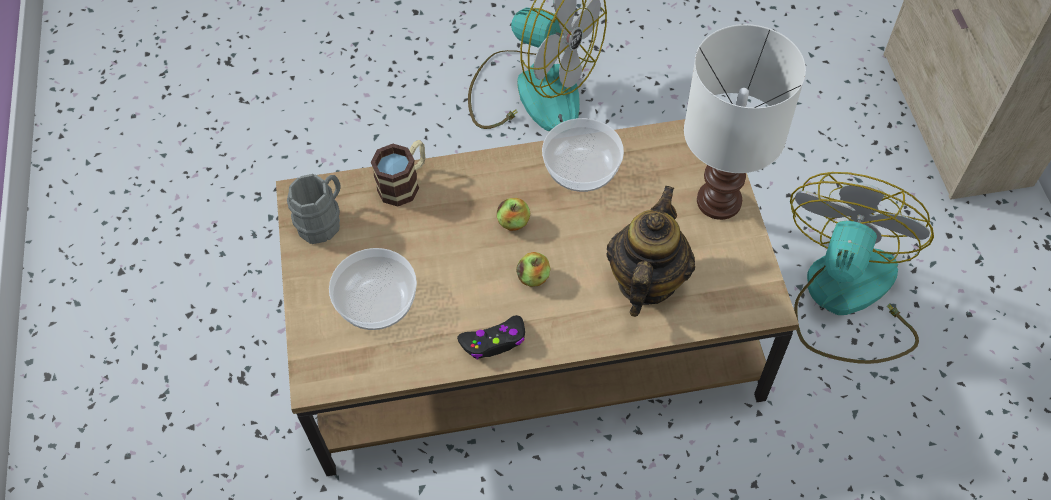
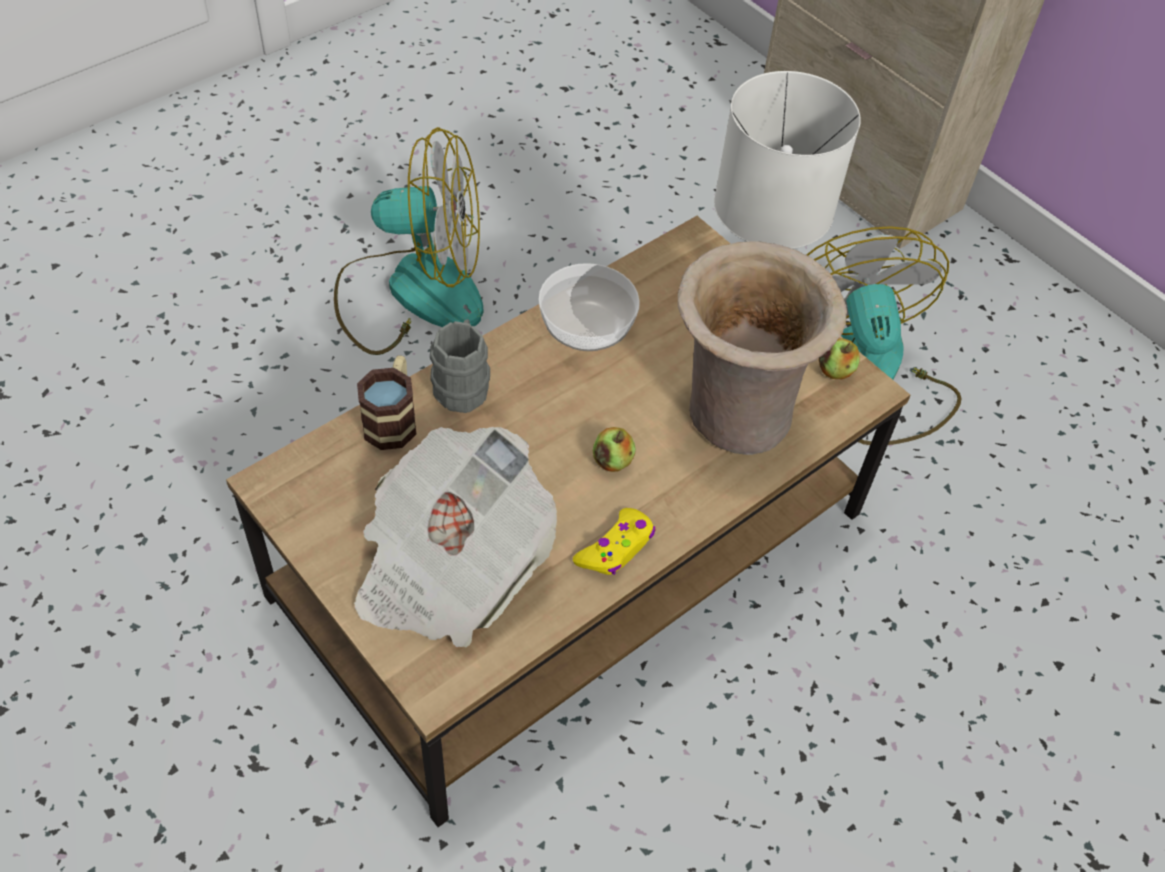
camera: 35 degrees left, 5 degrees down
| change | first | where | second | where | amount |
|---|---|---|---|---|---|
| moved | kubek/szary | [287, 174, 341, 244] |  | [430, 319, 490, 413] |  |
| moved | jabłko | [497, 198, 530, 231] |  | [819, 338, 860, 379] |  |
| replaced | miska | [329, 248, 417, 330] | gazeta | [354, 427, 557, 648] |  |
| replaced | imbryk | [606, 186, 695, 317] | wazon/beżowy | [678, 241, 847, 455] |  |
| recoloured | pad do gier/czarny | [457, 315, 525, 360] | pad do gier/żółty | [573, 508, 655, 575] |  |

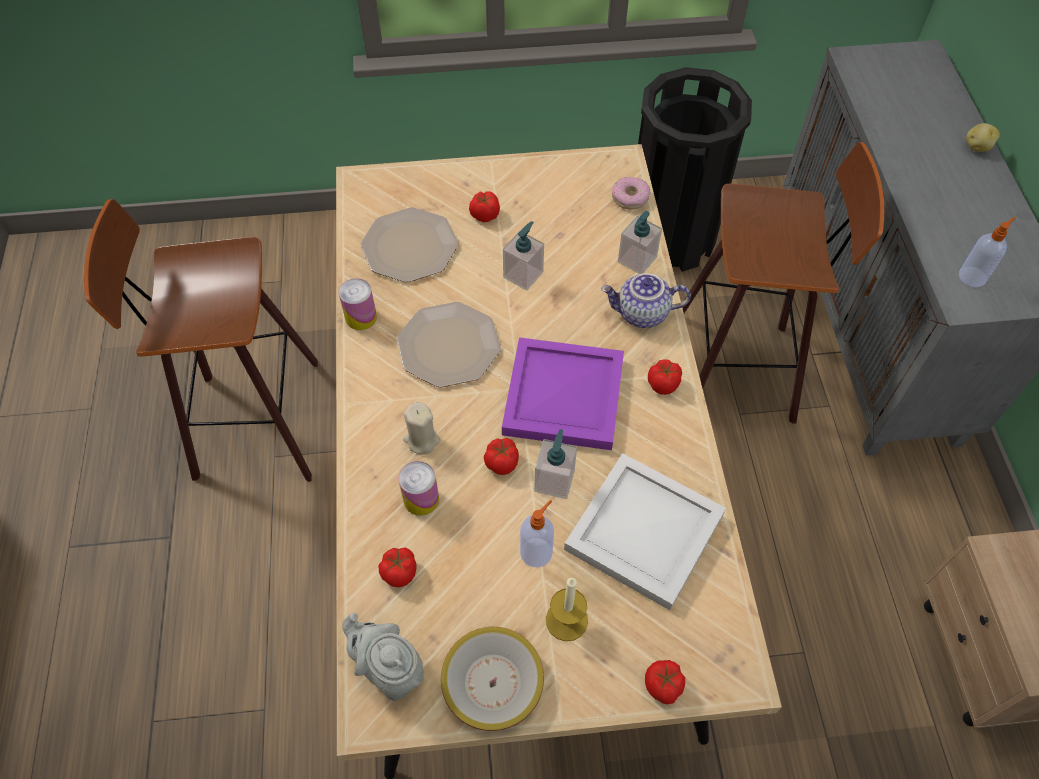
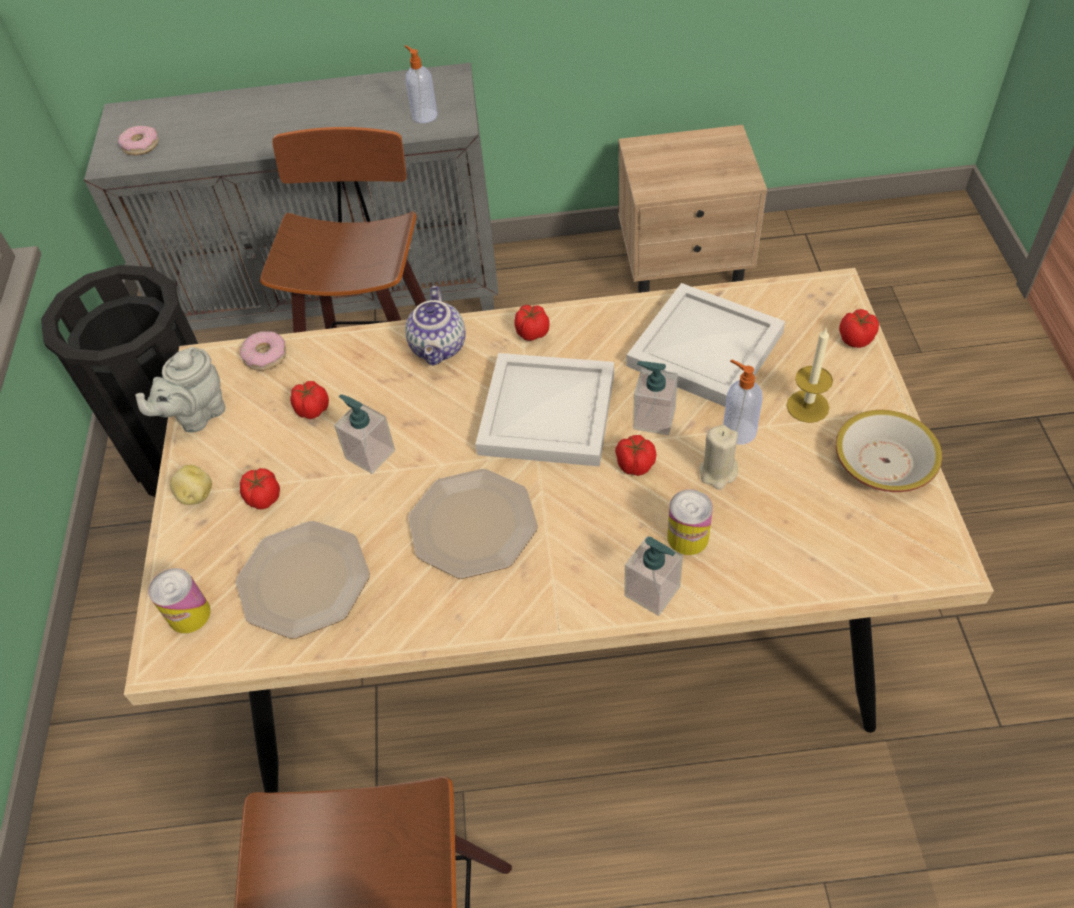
camera: 85 degrees left, 5 degrees down
| change | first | where | second | where | amount |
|---|---|---|---|---|---|
| added |  |  | donut | [118, 126, 159, 155] |  |
| moved | puszka | [339, 278, 377, 330] |  | [148, 568, 211, 633] |  |
| moved | imbryk/szary | [342, 613, 424, 701] |  | [135, 347, 225, 433] |  |
| moved | pomidor | [378, 548, 416, 587] |  | [290, 381, 329, 419] |  |
| moved | świeca/beżowy | [403, 402, 440, 455] |  | [699, 425, 738, 490] |  |
| moved | dozownik mydła | [618, 211, 662, 274] |  | [625, 536, 683, 616] |  |
| moved | ziemniak | [966, 123, 1000, 152] |  | [170, 465, 212, 505] |  |
| recoloured | taca/fioletowy | [502, 337, 624, 450] | taca/biały | [475, 353, 614, 467] |  |

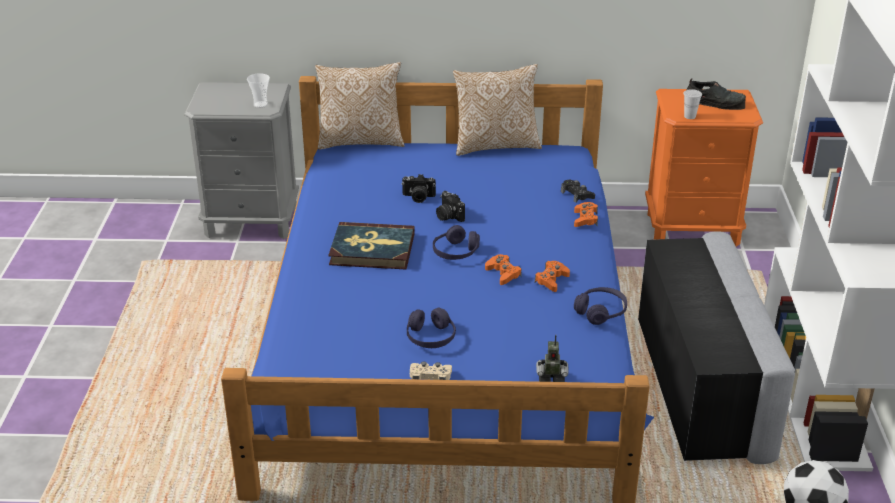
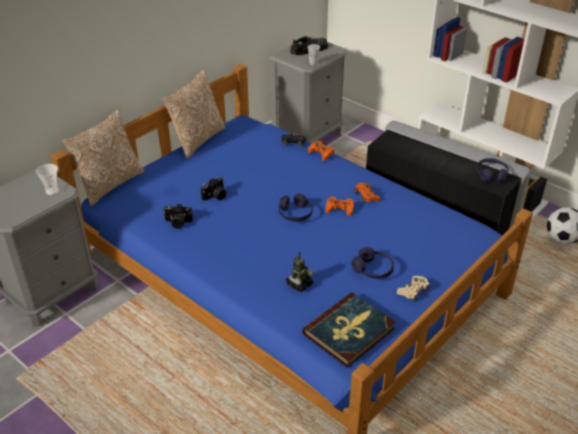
camera: 50 degrees left, 5 degrees up
| change | first | where | second | where | amount |
|---|---|---|---|---|---|
| moved | książka | [328, 222, 415, 269] |  | [303, 292, 396, 368] |  |
| moved | aparat fotograficzny | [436, 191, 465, 222] |  | [163, 204, 193, 229] |  |
| moved | robot zabawkowy | [536, 335, 569, 382] |  | [286, 252, 314, 292] |  |
| moved | słuchawki/fioletowy | [574, 287, 627, 325] |  | [476, 158, 509, 183] |  |
| recoloured | szafka nocna/pomarańczowy | [645, 89, 763, 247] | szafka nocna/szary | [269, 36, 347, 143] |  |

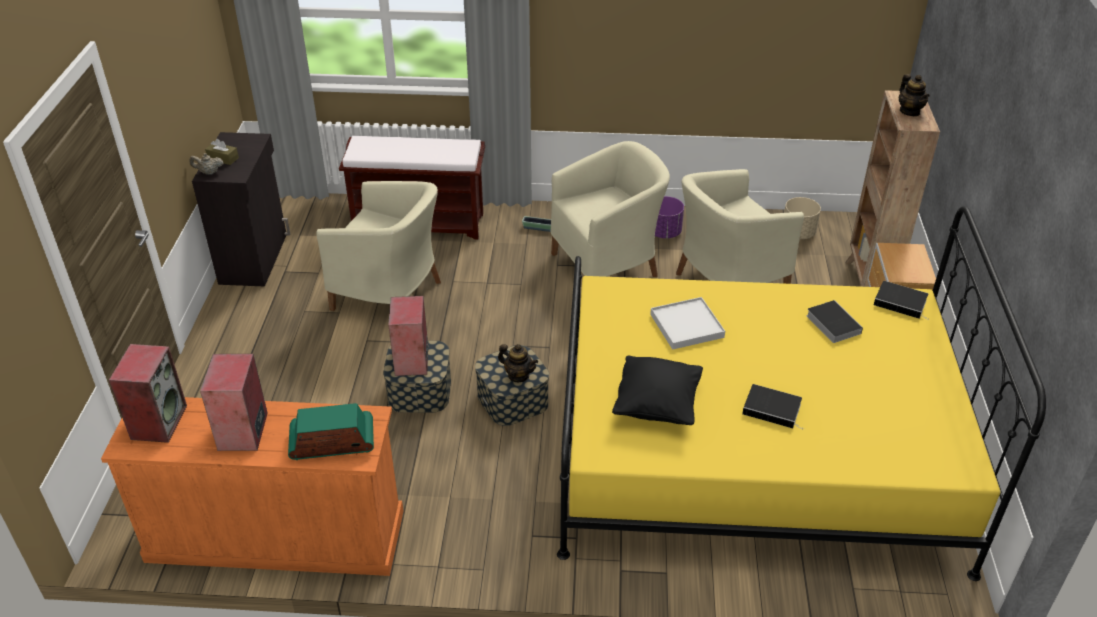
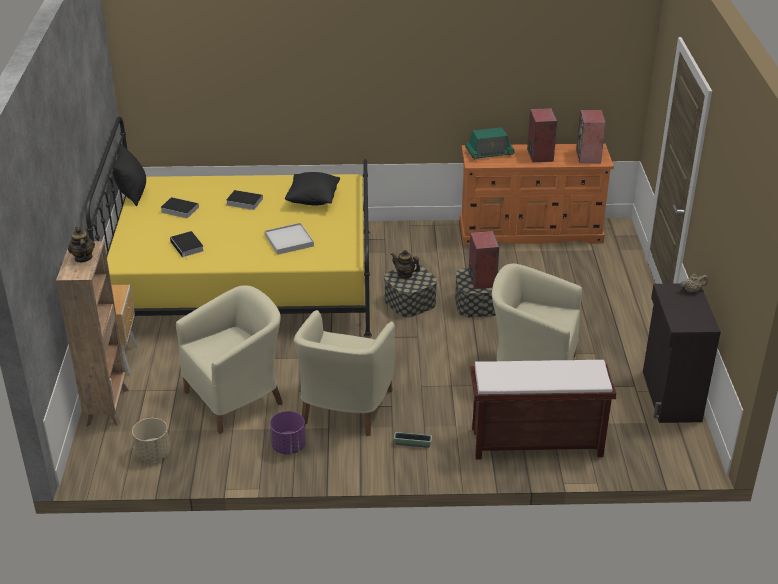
camera: 175 degrees right, 5 degrees down
| change | first | where | second | where | amount |
|---|---|---|---|---|---|
| removed | pudełko chusteczek/brązowy | [205, 139, 239, 165] |  |  |  |
| added |  |  | poduszka/czarny | [113, 144, 146, 206] |  |
| moved | książka | [874, 281, 930, 320] |  | [160, 197, 199, 218] |  |
| turned | fotel/beżowy | [550, 141, 670, 277] |  | [294, 310, 395, 436] | 45 degrees counterclockwise |

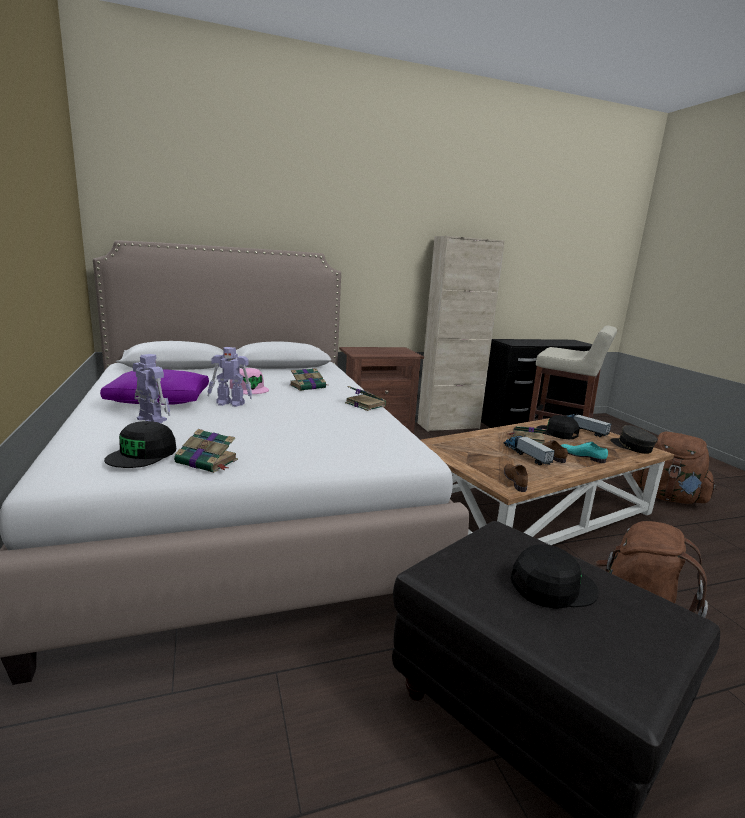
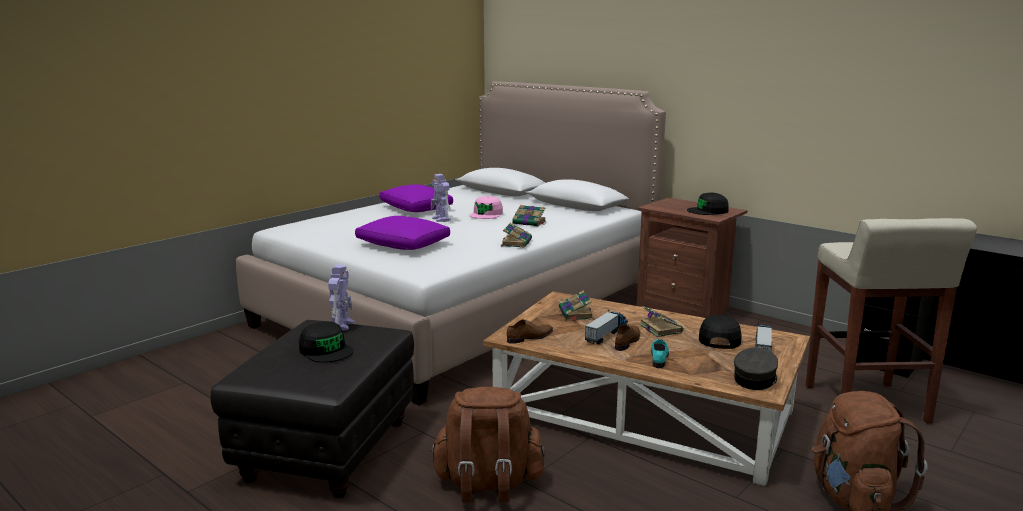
camera: 60 degrees right, 0 degrees up
| change | first | where | second | where | amount |
|---|---|---|---|---|---|
| removed | szafka/beżowy | [418, 236, 505, 432] |  |  |  |
| added |  |  | poduszka/fioletowy | [355, 216, 450, 250] |  |
| moved | czapka z daszkiem/czarny | [104, 421, 176, 468] |  | [687, 193, 729, 215] |  |
| moved | robot zabawkowy | [133, 354, 170, 423] |  | [328, 264, 354, 330] |  |
| moved | książka | [174, 429, 238, 473] |  | [559, 290, 594, 321] |  |

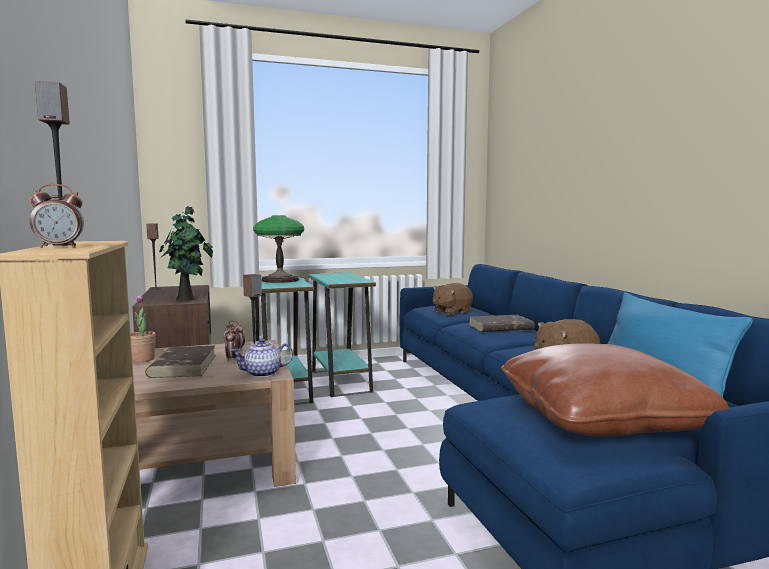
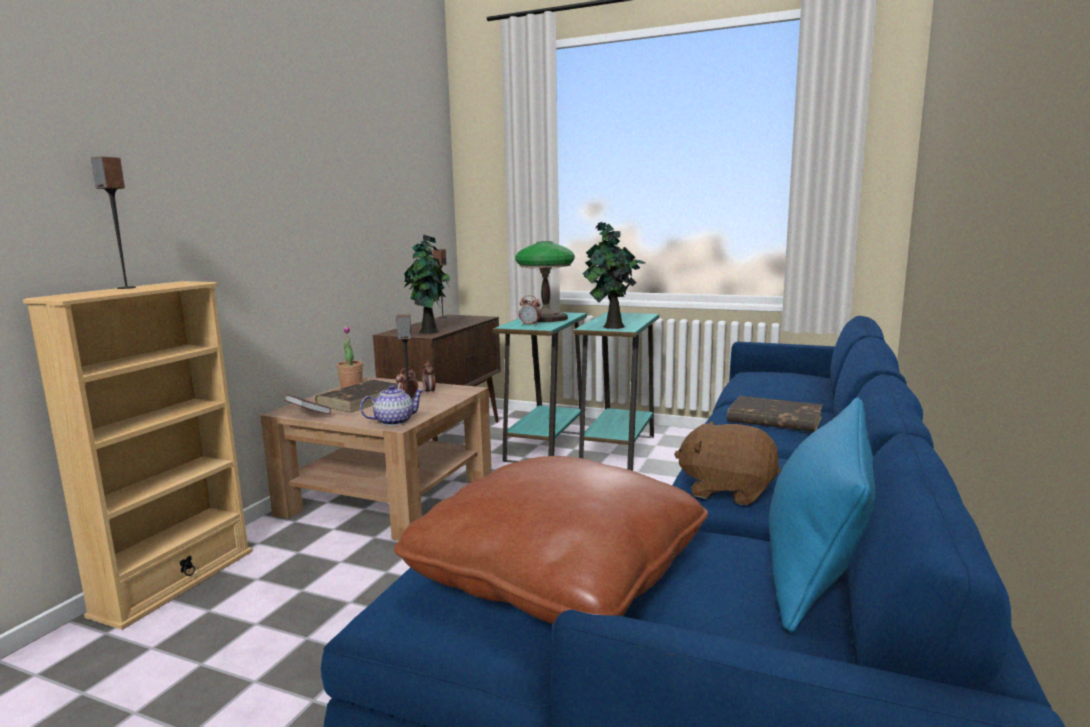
camera: 40 degrees right, 5 degrees up
| change | first | where | second | where | amount |
|---|---|---|---|---|---|
| removed | pluszak/brązowy | [433, 283, 473, 315] |  |  |  |
| added |  |  | książka | [284, 395, 331, 414] |  |
| added |  |  | roślina doniczkowa | [583, 222, 646, 329] |  |
| moved | budzik | [30, 184, 84, 248] |  | [519, 295, 541, 326] |  |
| turned | imbryk | [230, 338, 293, 378] |  | [360, 385, 424, 426] | 135 degrees clockwise |

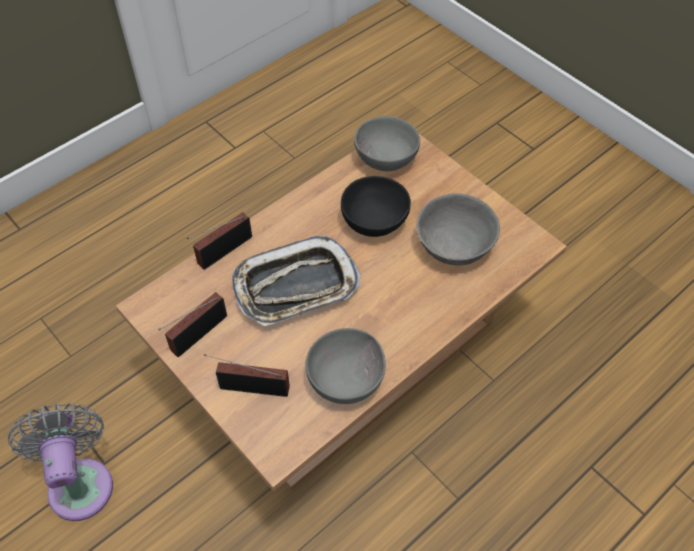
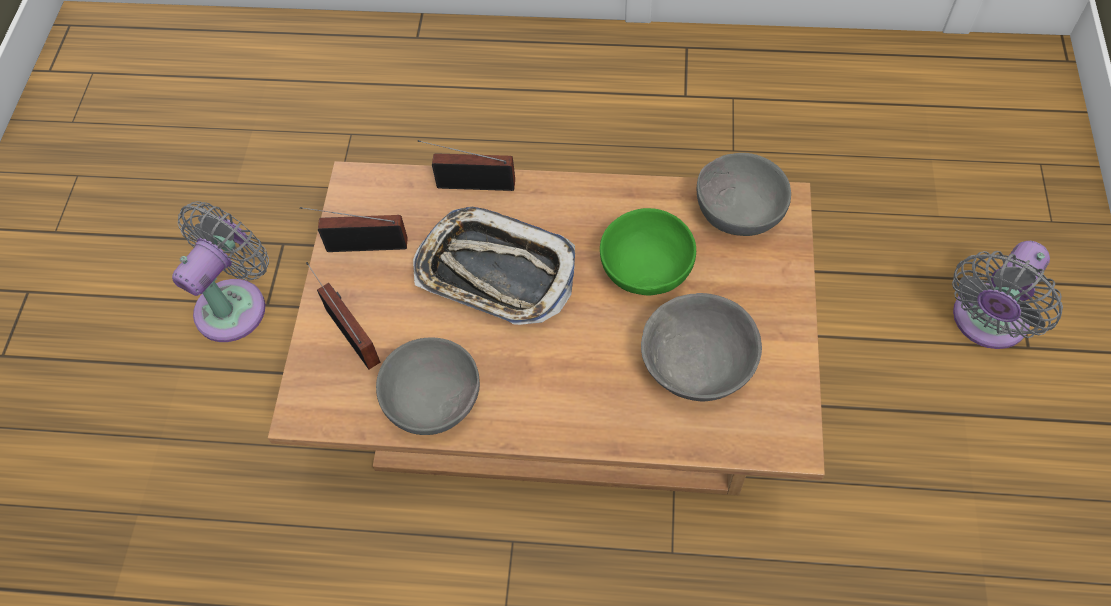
camera: 50 degrees right, 5 degrees up
| change | first | where | second | where | amount |
|---|---|---|---|---|---|
| added |  |  | wentylator/szary | [952, 241, 1063, 349] |  |
| recoloured | miska/czarny | [341, 176, 411, 237] | miska/zielony | [600, 208, 696, 296] |  |

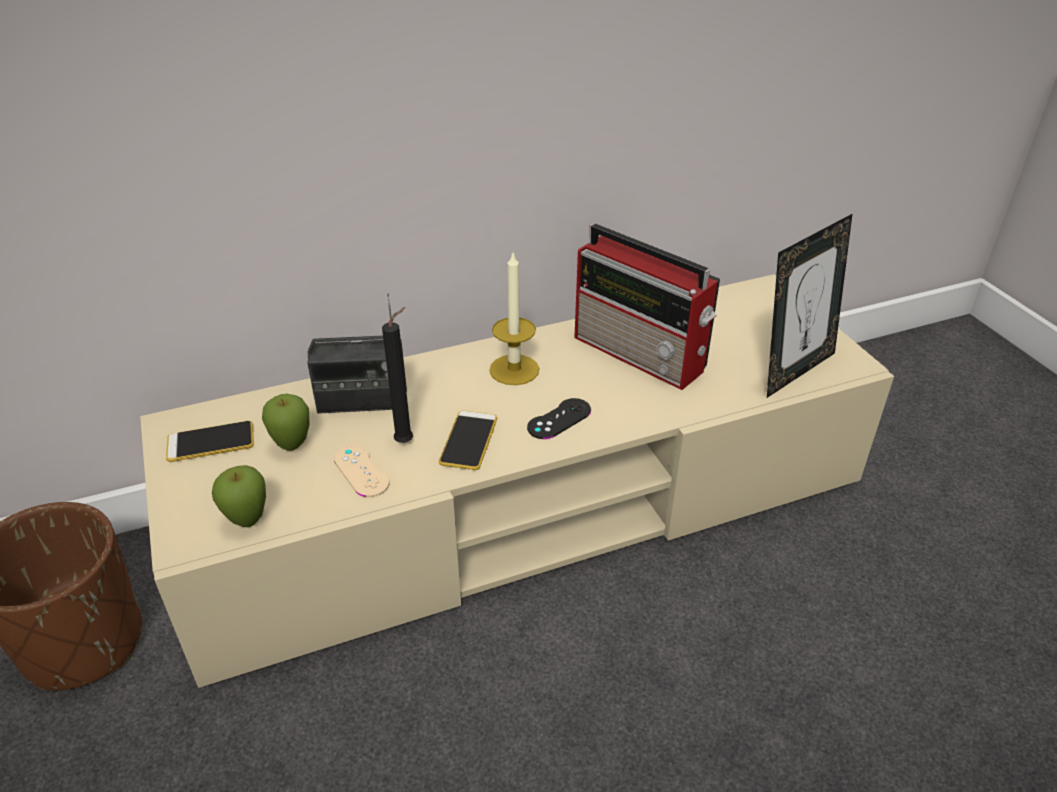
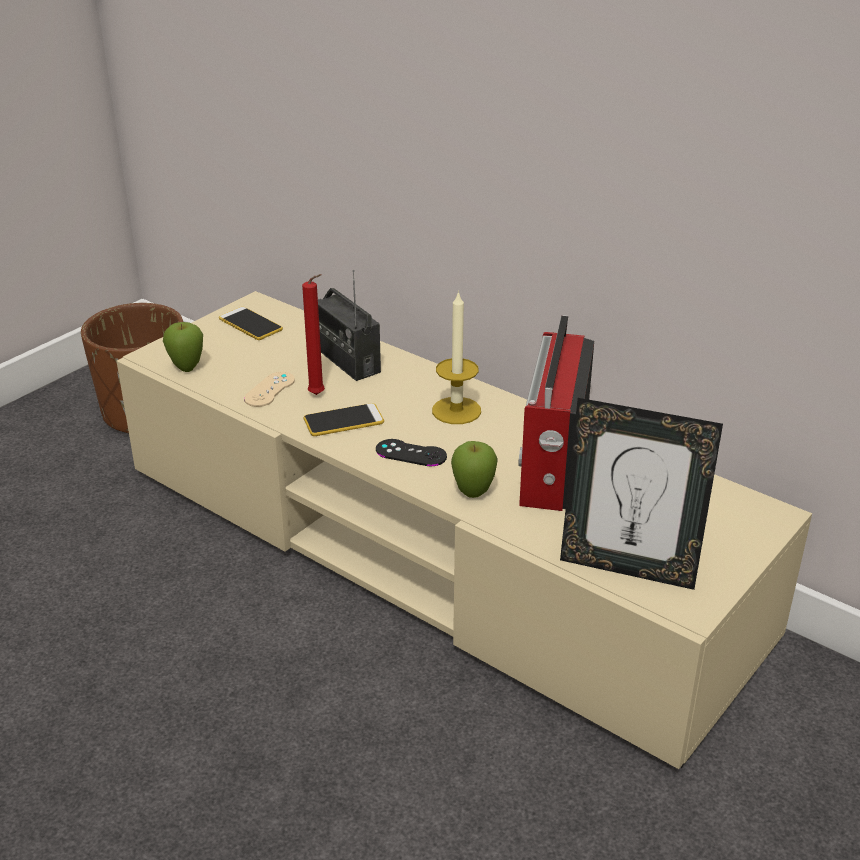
camera: 60 degrees right, 5 degrees down
| change | first | where | second | where | amount |
|---|---|---|---|---|---|
| moved | jabłko | [262, 394, 309, 451] |  | [451, 441, 498, 498] |  |
| recoloured | świeca/czarny | [382, 307, 413, 443] | świeca/czerwony | [302, 274, 325, 395] |  |

